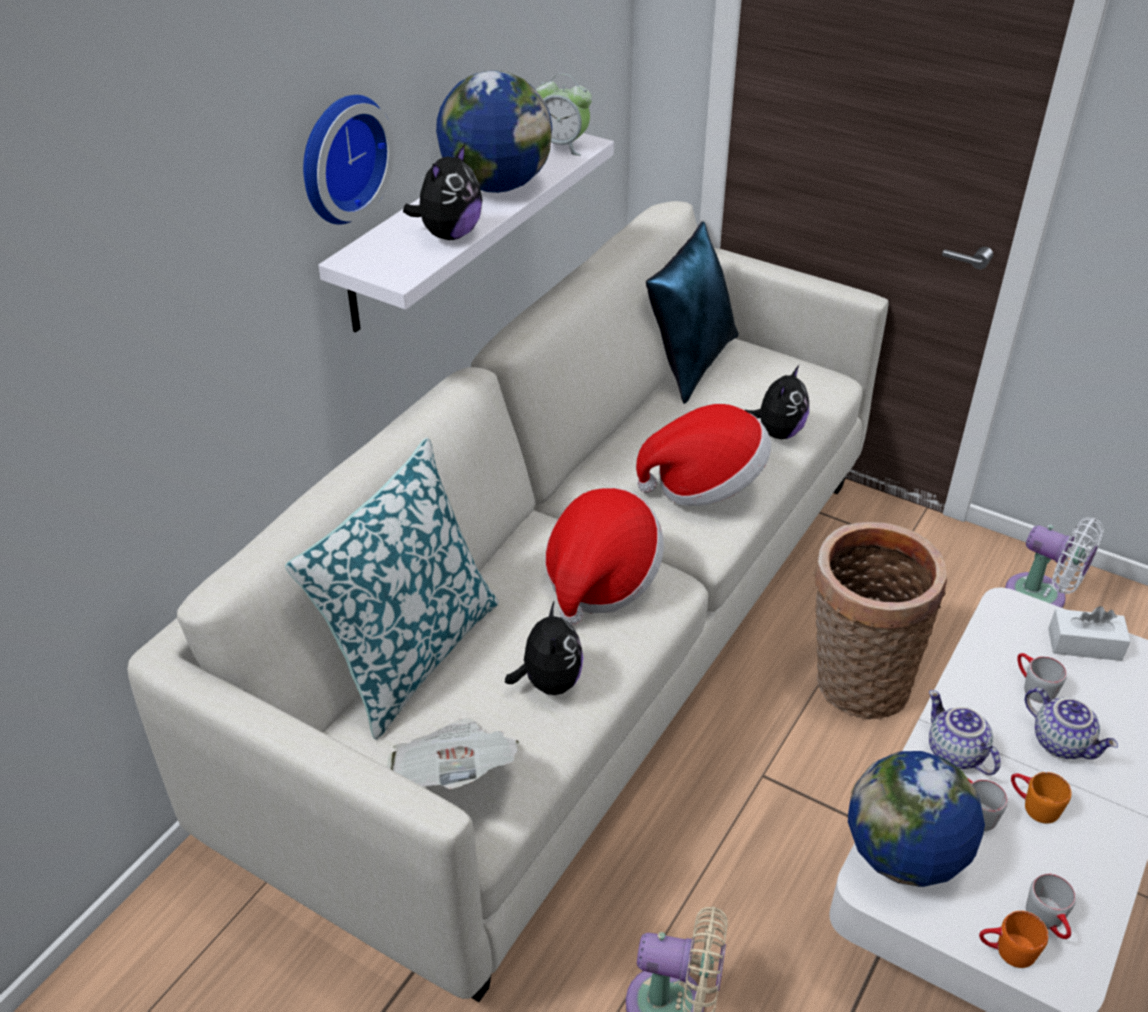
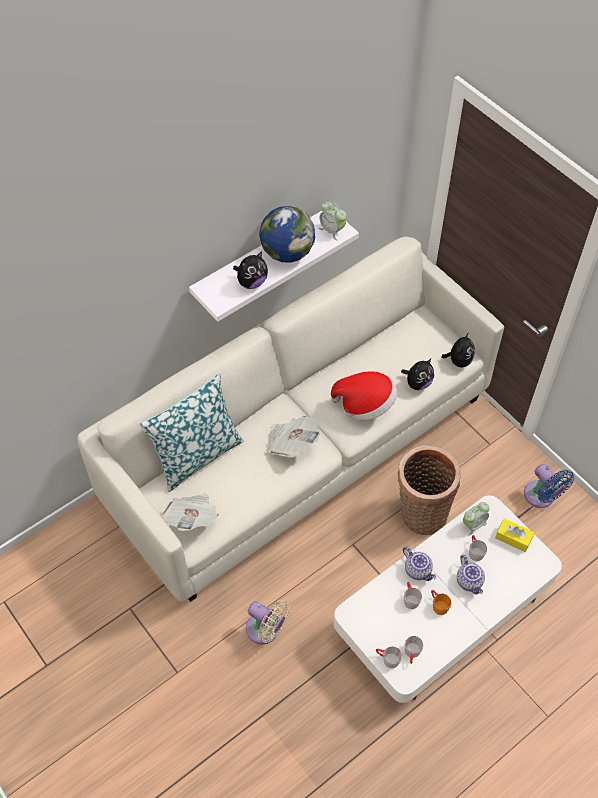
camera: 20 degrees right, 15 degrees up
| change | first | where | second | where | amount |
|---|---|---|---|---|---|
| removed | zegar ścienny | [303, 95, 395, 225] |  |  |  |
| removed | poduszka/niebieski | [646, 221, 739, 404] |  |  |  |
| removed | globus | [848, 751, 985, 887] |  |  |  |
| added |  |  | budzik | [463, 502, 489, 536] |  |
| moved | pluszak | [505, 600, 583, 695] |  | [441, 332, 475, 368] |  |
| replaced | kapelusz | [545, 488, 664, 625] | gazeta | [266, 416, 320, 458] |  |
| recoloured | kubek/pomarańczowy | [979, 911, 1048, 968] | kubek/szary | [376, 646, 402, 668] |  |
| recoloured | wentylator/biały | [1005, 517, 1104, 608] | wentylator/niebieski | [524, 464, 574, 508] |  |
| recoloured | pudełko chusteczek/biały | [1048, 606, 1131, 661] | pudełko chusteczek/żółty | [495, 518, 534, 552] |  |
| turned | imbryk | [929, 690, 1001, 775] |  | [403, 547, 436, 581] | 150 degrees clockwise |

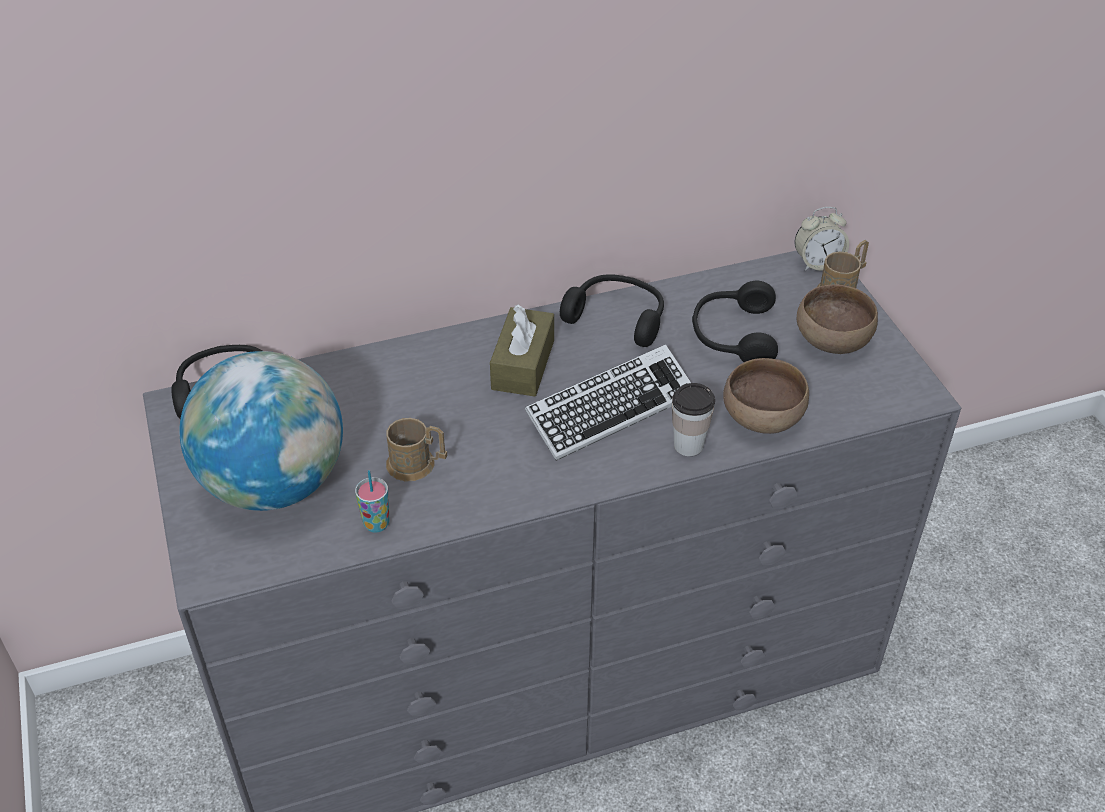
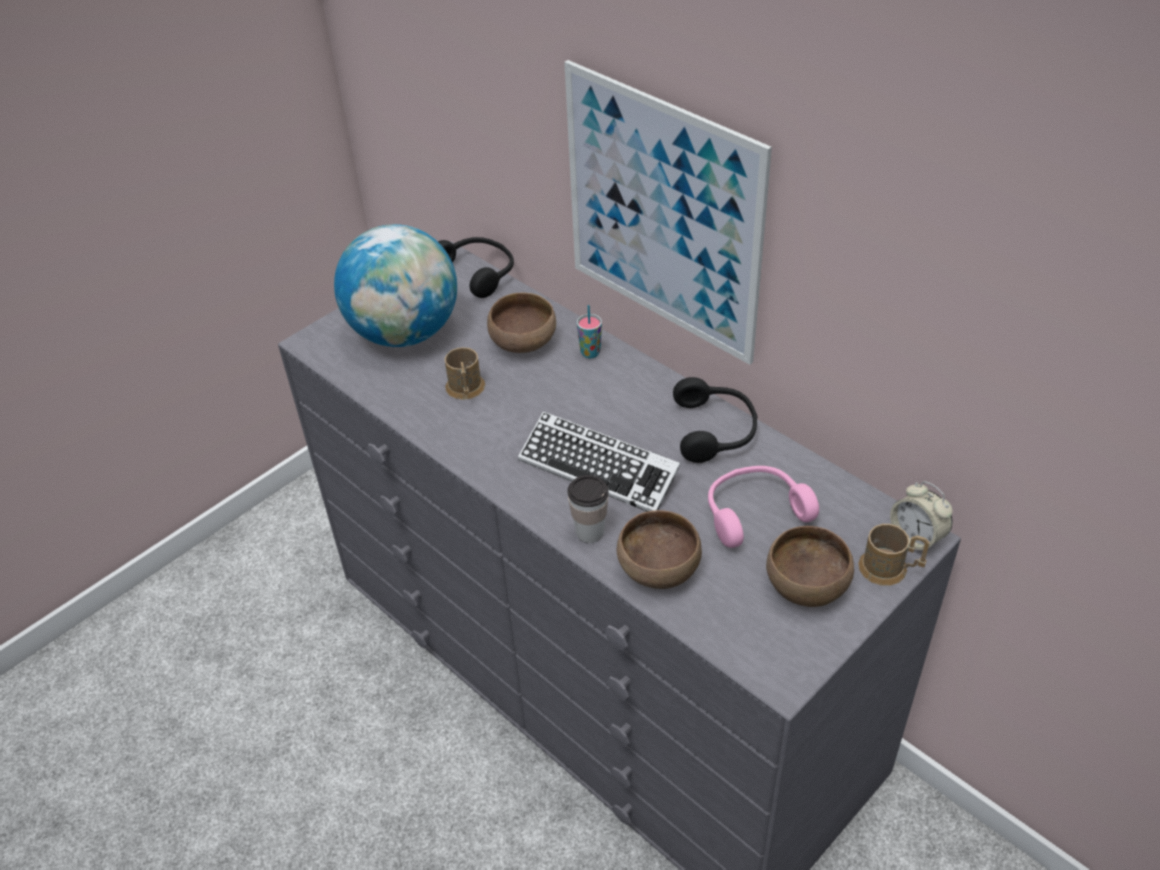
camera: 65 degrees right, 0 degrees up
| change | first | where | second | where | amount |
|---|---|---|---|---|---|
| removed | pudełko chusteczek/brązowy | [490, 304, 554, 397] |  |  |  |
| added |  |  | miska/brązowy | [487, 293, 556, 353] |  |
| added |  |  | obraz | [564, 60, 772, 365] |  |
| moved | filiżanka | [355, 470, 390, 533] |  | [577, 305, 602, 358] |  |
| recoloured | słuchawki/czarny | [692, 281, 778, 362] | słuchawki/różowy | [708, 466, 819, 548] |  |

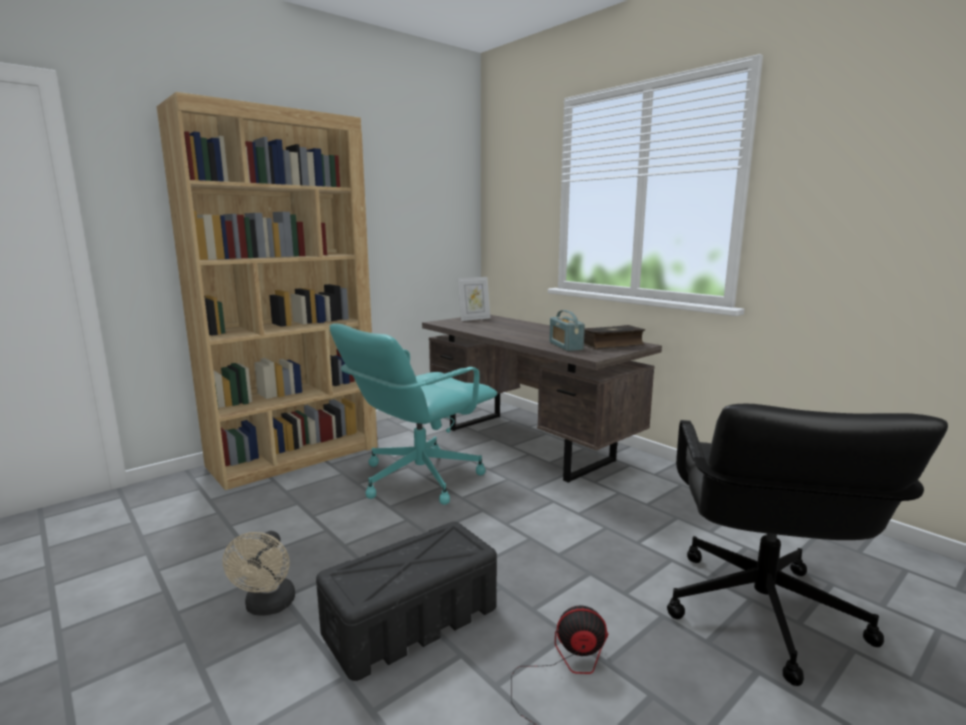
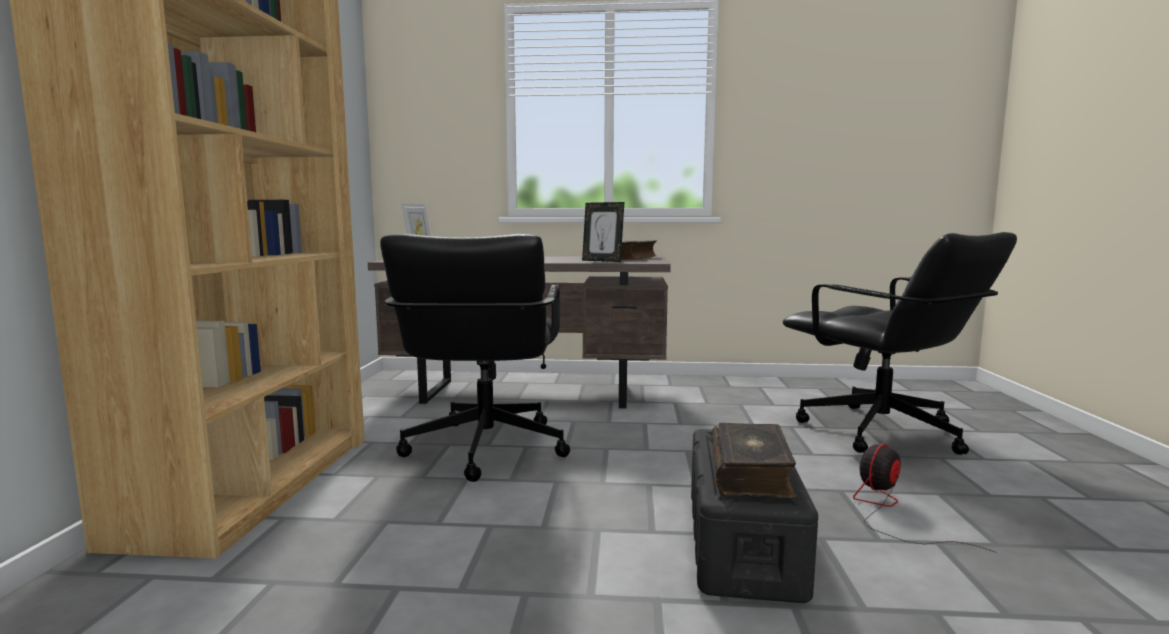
camera: 45 degrees left, 5 degrees down
| change | first | where | second | where | amount |
|---|---|---|---|---|---|
| removed | wentylator/beżowy | [223, 531, 295, 616] |  |  |  |
| added |  |  | książka | [711, 423, 797, 498] |  |
| replaced | radio | [549, 310, 585, 351] | ramka na zdjęcie | [582, 202, 624, 262] |  |
| recoloured | krzesło biurowe/turkusowy | [330, 323, 497, 505] | krzesło biurowe/czarny | [380, 234, 570, 482] |  |

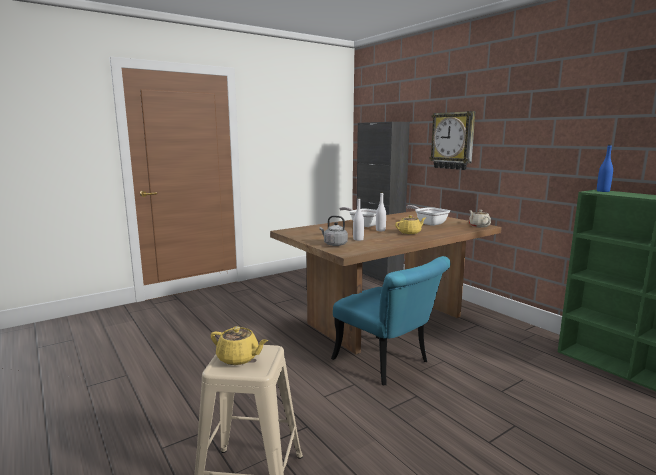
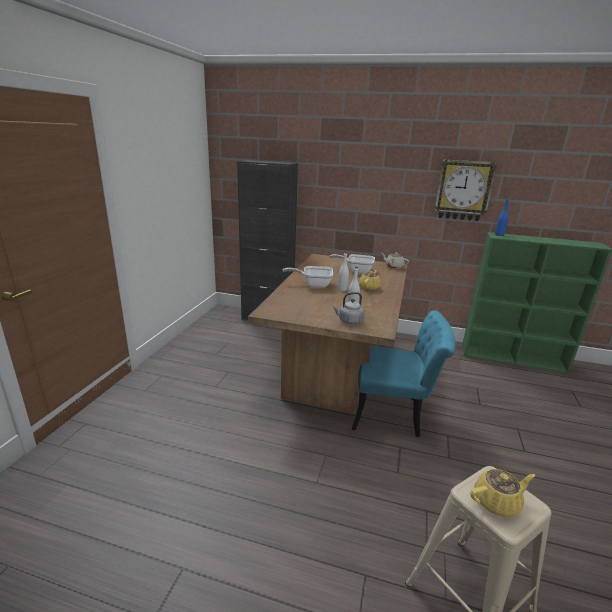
camera: 40 degrees left, 10 degrees up
| change | first | where | second | where | amount |
|---|---|---|---|---|---|
| moved | zegar ścienny | [429, 111, 475, 170] |  | [435, 160, 497, 221] |  |

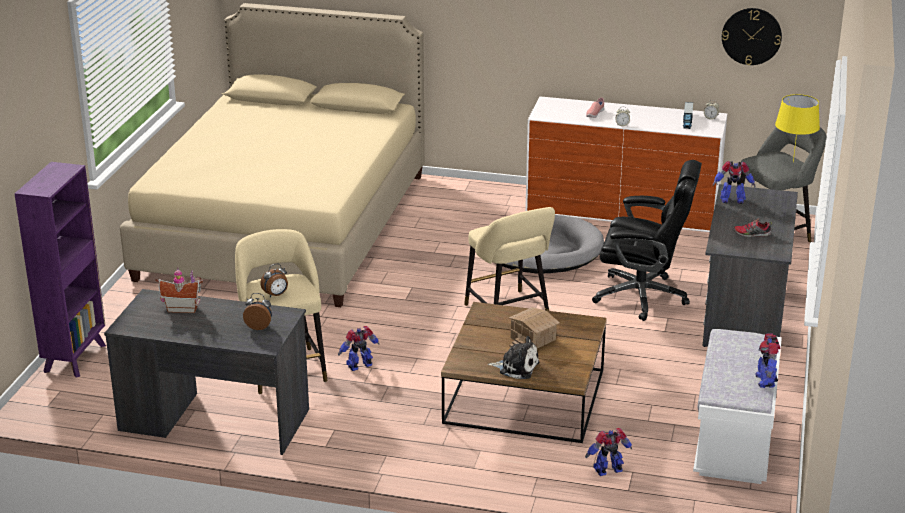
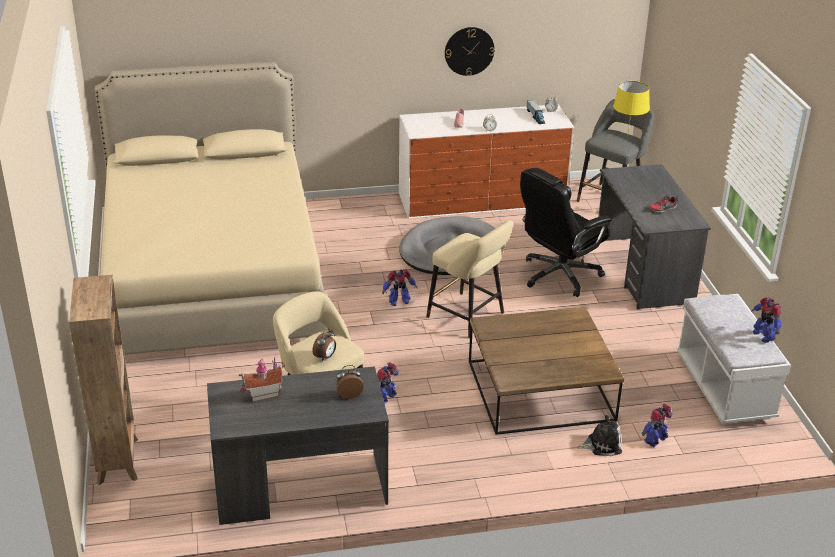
camera: 25 degrees left, 5 degrees up
| change | first | where | second | where | amount |
|---|---|---|---|---|---|
| removed | domek | [509, 307, 560, 348] |  |  |  |
| moved | pluszak | [488, 336, 539, 379] |  | [577, 415, 622, 456] |  |
| moved | robot zabawkowy | [713, 161, 756, 204] |  | [382, 269, 417, 306] |  |
| moved | zegar ścienny | [722, 8, 782, 65] |  | [445, 27, 495, 76] |  |
| recoloured | regał/fioletowy | [14, 162, 106, 378] | regał/brązowy | [69, 275, 138, 485] |  |
| turned | krzesło biurowe/czarny | [592, 160, 702, 321] |  | [520, 168, 612, 297] | 150 degrees clockwise |

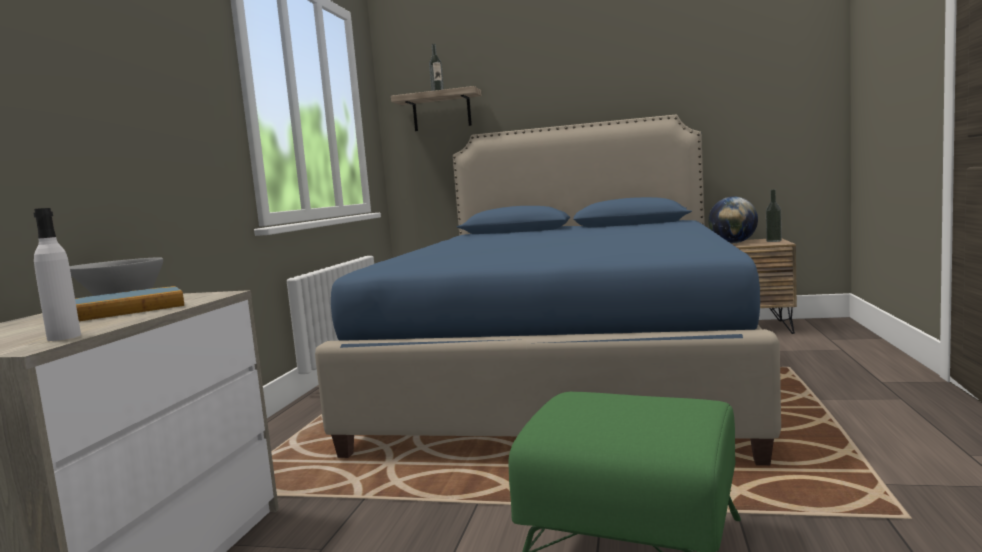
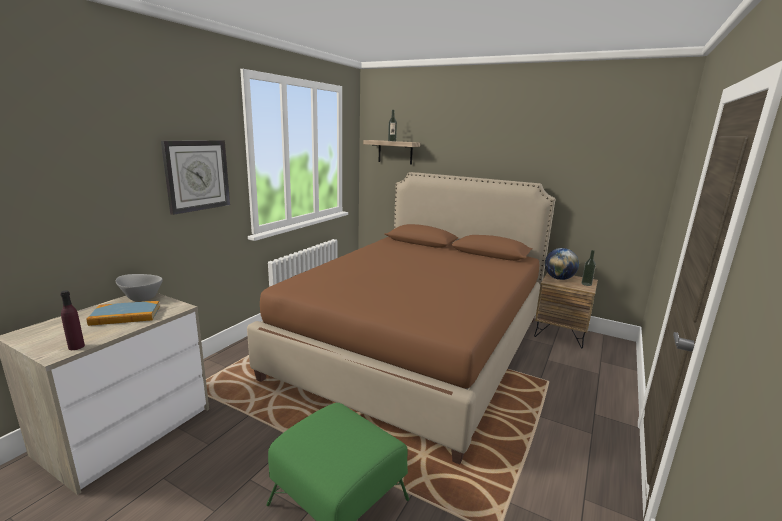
camera: 15 degrees right, 10 degrees up
| change | first | where | second | where | amount |
|---|---|---|---|---|---|
| added |  |  | zegar ścienny | [161, 140, 230, 215] |  |
| recoloured | butelka/biały | [33, 208, 81, 341] | butelka/fioletowy | [60, 290, 85, 350] |  |
| recoloured | łóżko/niebieski | [315, 115, 781, 465] | łóżko/brązowy | [247, 172, 556, 464] |  |

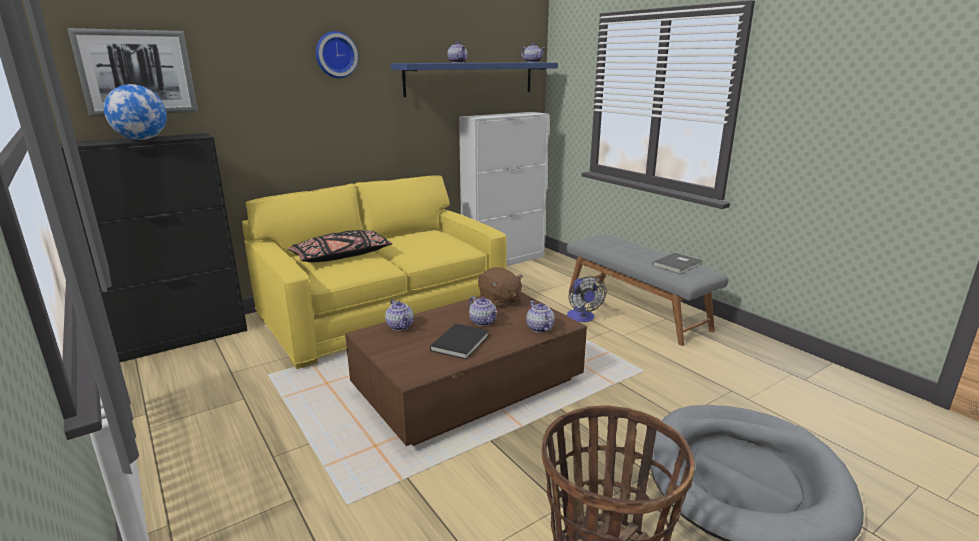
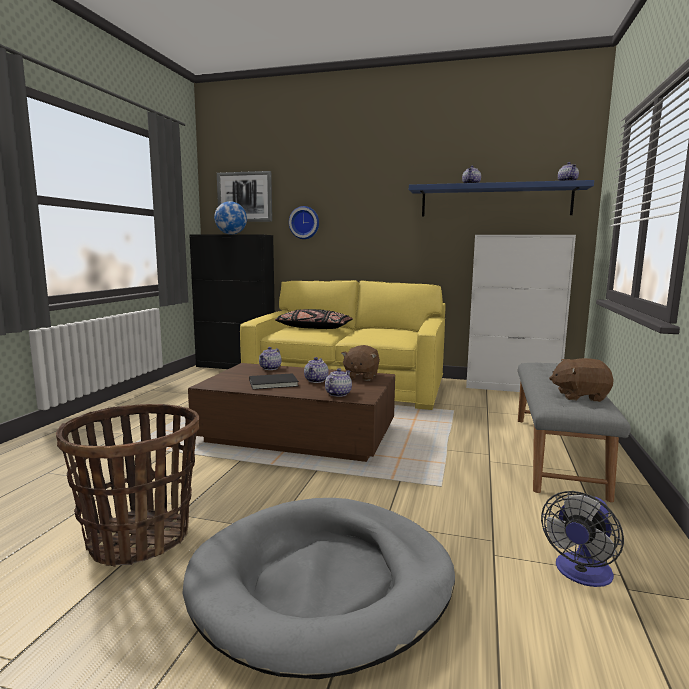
camera: 50 degrees right, 10 degrees down
| change | first | where | second | where | amount |
|---|---|---|---|---|---|
| moved | zegar ścienny | [316, 31, 358, 78] |  | [289, 206, 319, 239] |  |
| moved | wentylator | [567, 276, 606, 322] |  | [541, 491, 624, 587] |  |
| replaced | książka/szary | [653, 253, 702, 274] | pluszak/brązowy | [549, 358, 614, 402] |  |

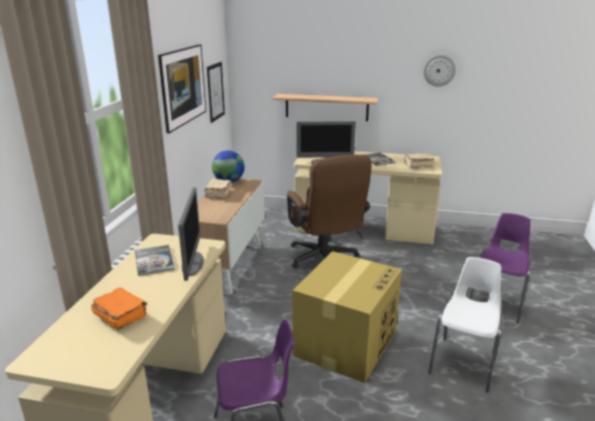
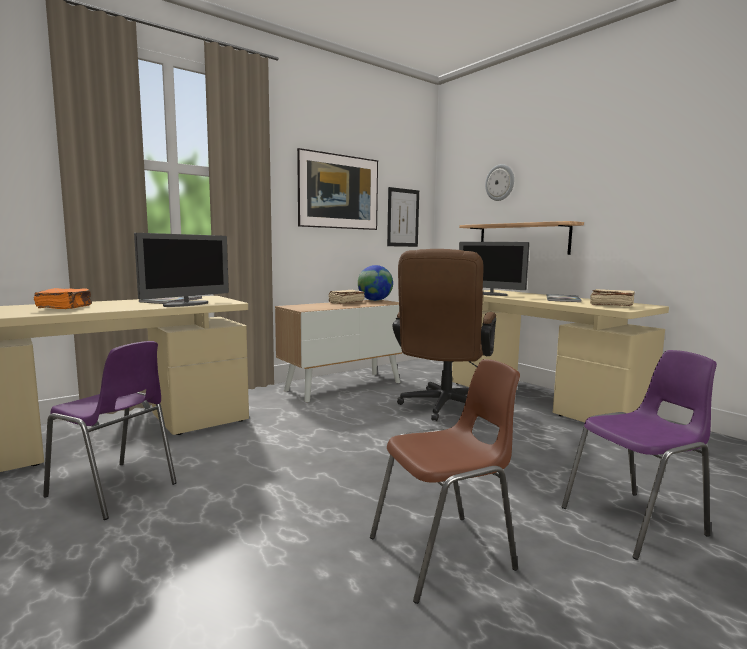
camera: 40 degrees right, 15 degrees down
| change | first | where | second | where | amount |
|---|---|---|---|---|---|
| removed | karton | [292, 251, 402, 383] |  |  |  |
| moved | zegar ścienny | [423, 55, 456, 87] |  | [485, 164, 514, 201] |  |
| recoloured | krzesło/biały | [428, 257, 504, 393] | krzesło/brązowy | [370, 359, 520, 604] |  |

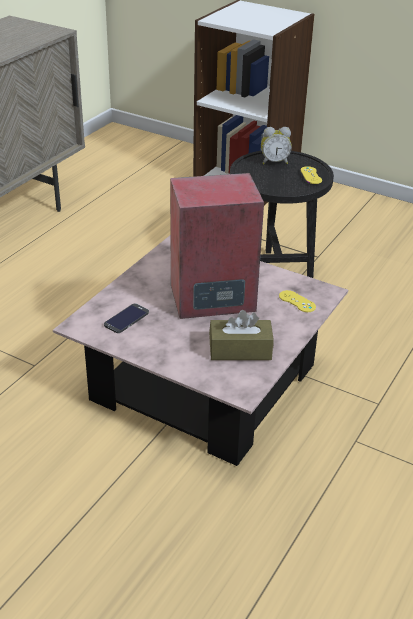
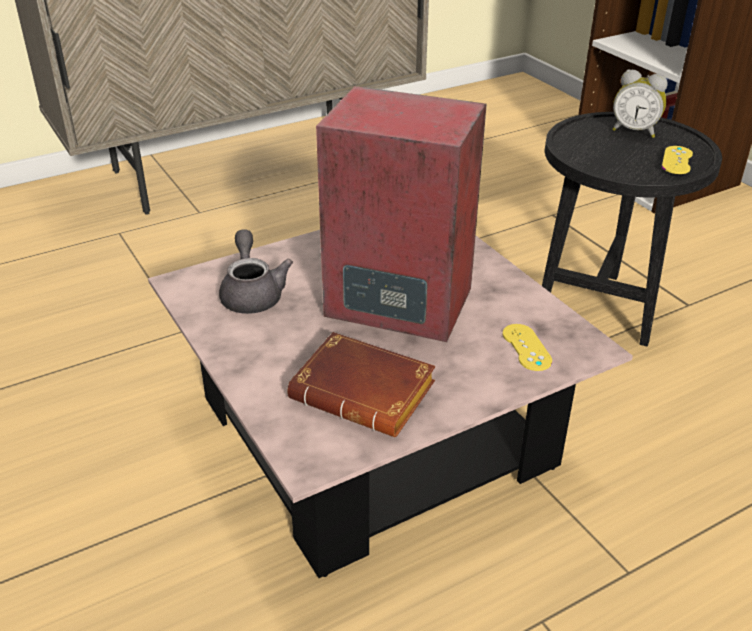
camera: 30 degrees right, 0 degrees up
| change | first | where | second | where | amount |
|---|---|---|---|---|---|
| replaced | telefon | [104, 303, 149, 333] | imbryk/szary | [219, 229, 293, 314] |  |
| replaced | pudełko chusteczek/brązowy | [209, 310, 274, 360] | książka/brązowy | [287, 332, 435, 437] |  |

